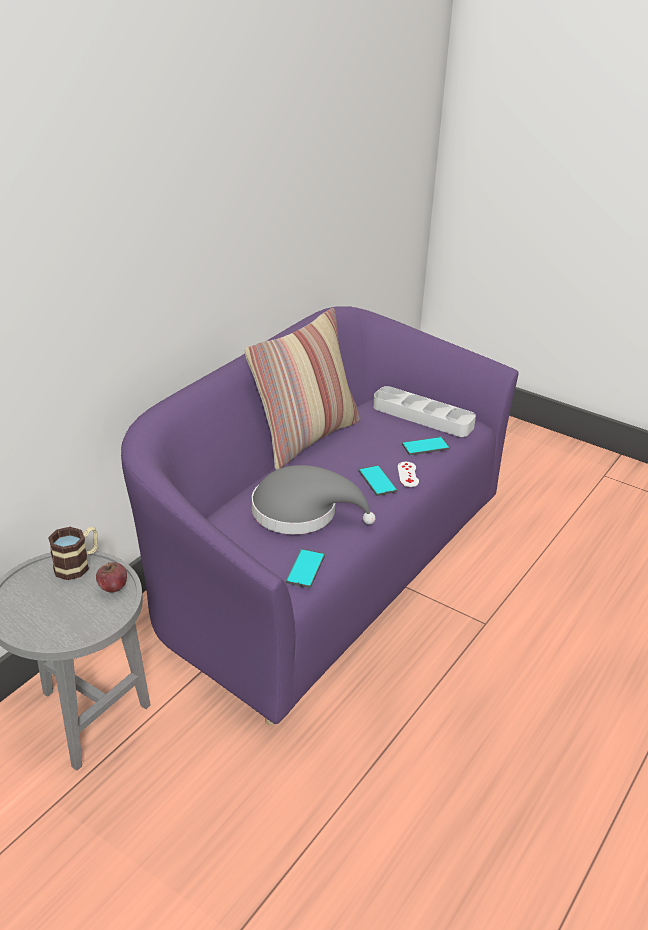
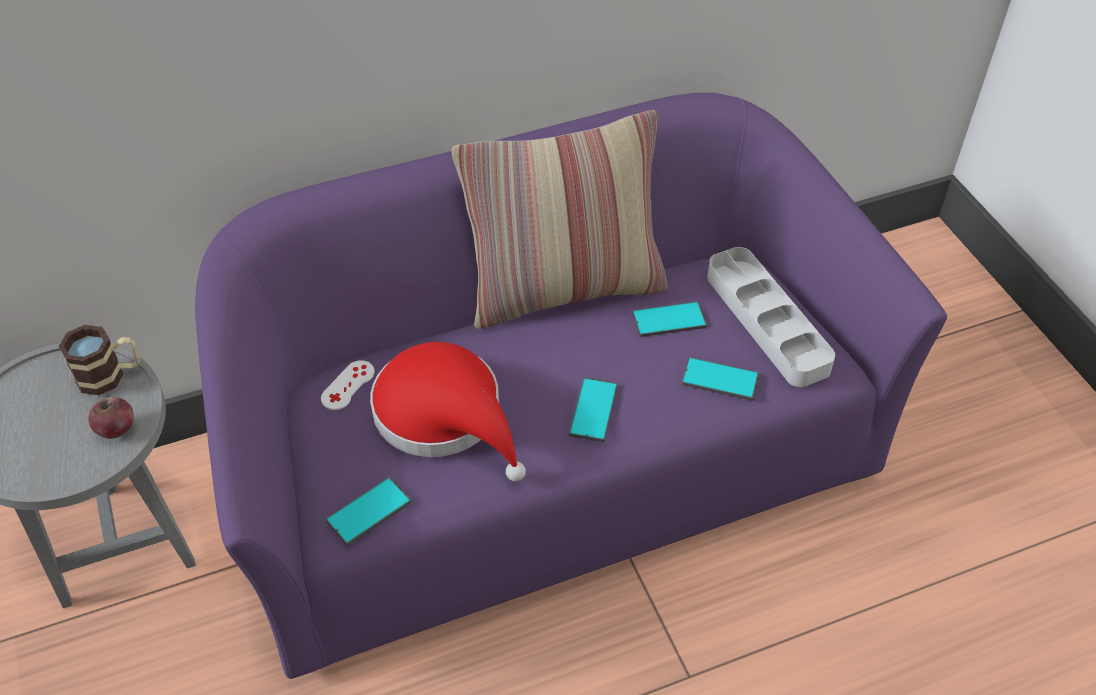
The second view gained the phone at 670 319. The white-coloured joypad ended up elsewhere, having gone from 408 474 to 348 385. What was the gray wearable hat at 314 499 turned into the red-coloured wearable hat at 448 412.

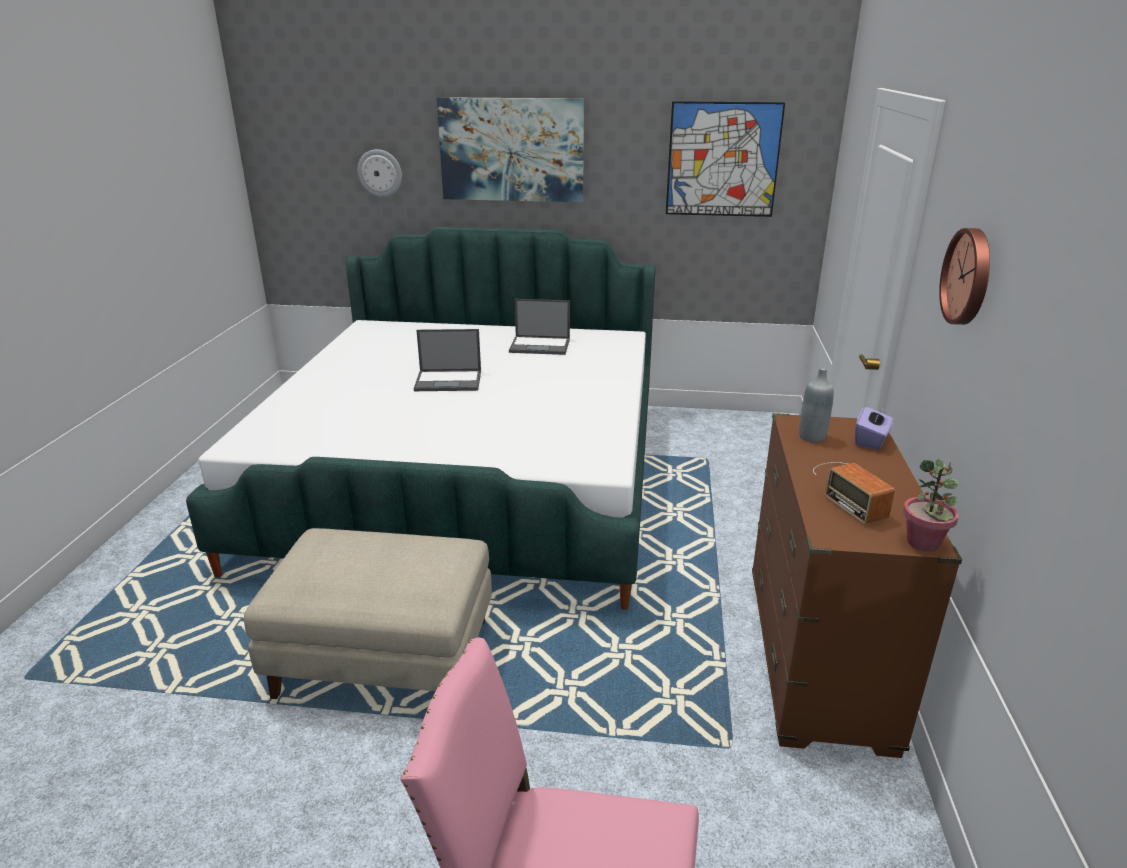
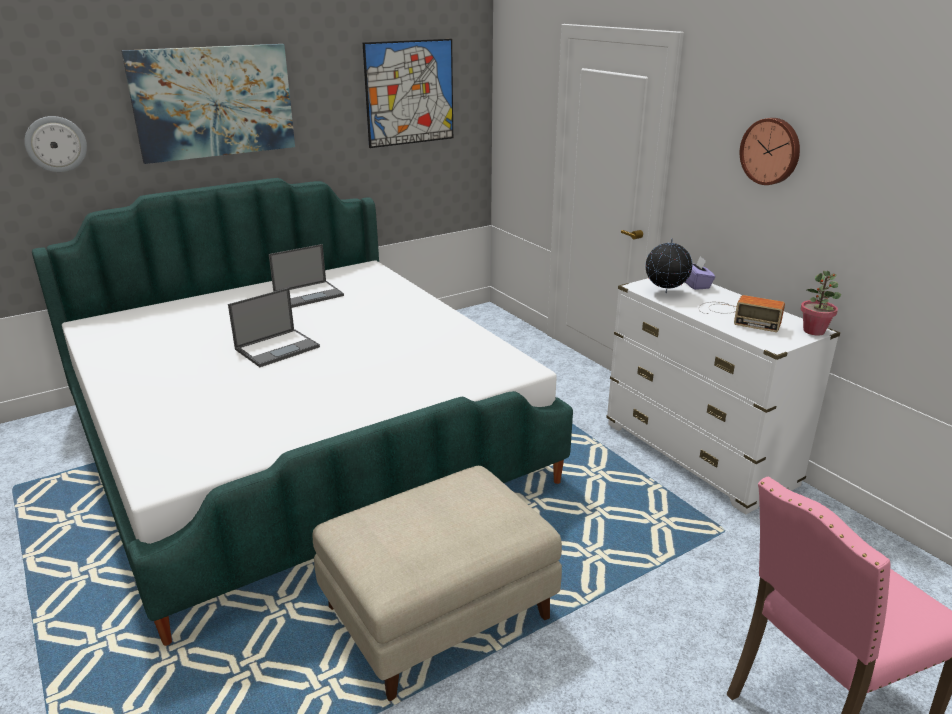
Where the gray bottle stood at 816 405, the globe came to stand at 668 265. What was the brown drawer chest at 857 585 turned into the white-coloured drawer chest at 723 396.

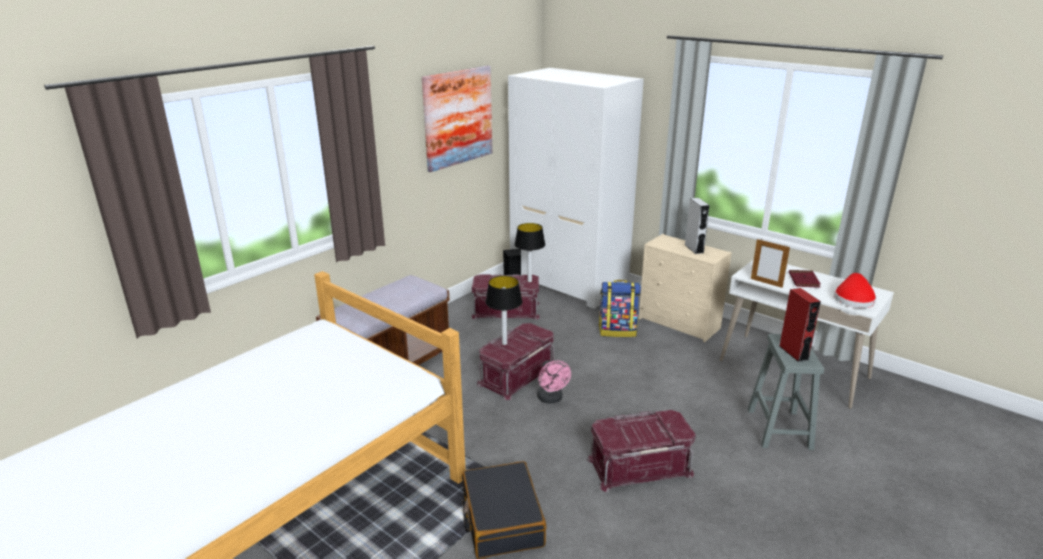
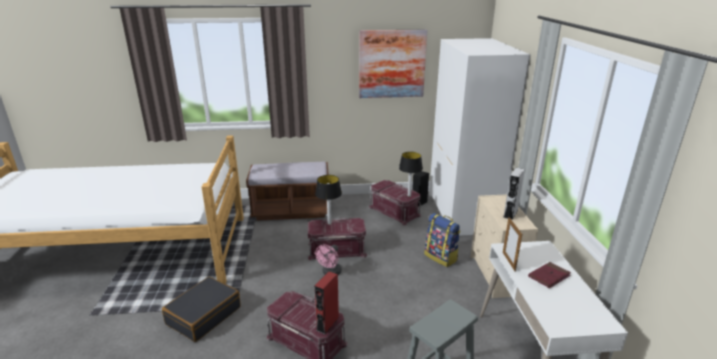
The second view lost the red-coloured wearable hat at 855 290. The red-coloured loudspeaker ended up elsewhere, having gone from 800 325 to 326 302.

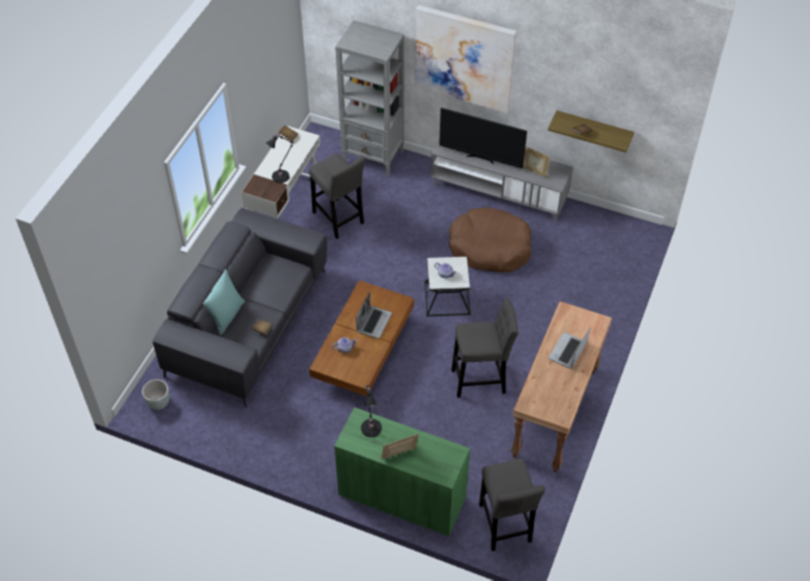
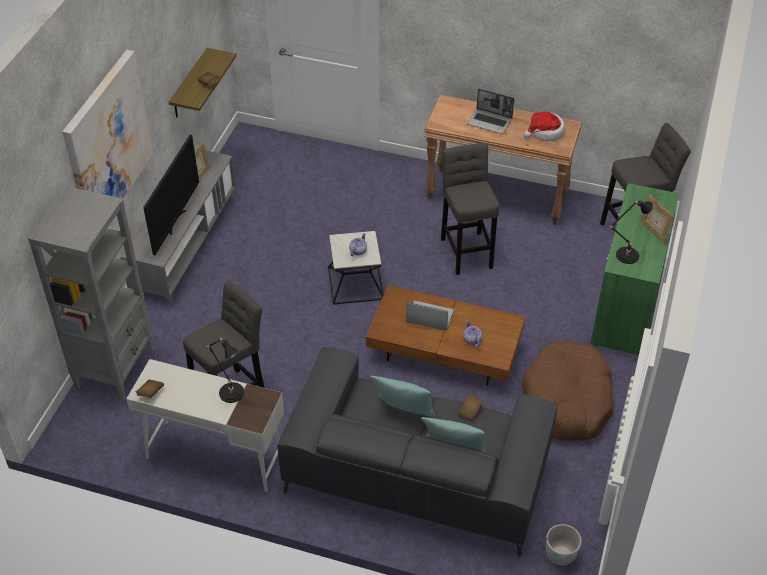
The second view gained the turquoise throw pillow at 402 396. The second view gained the wearable hat at 544 126. The brown dog bed ended up elsewhere, having gone from 490 240 to 567 391.

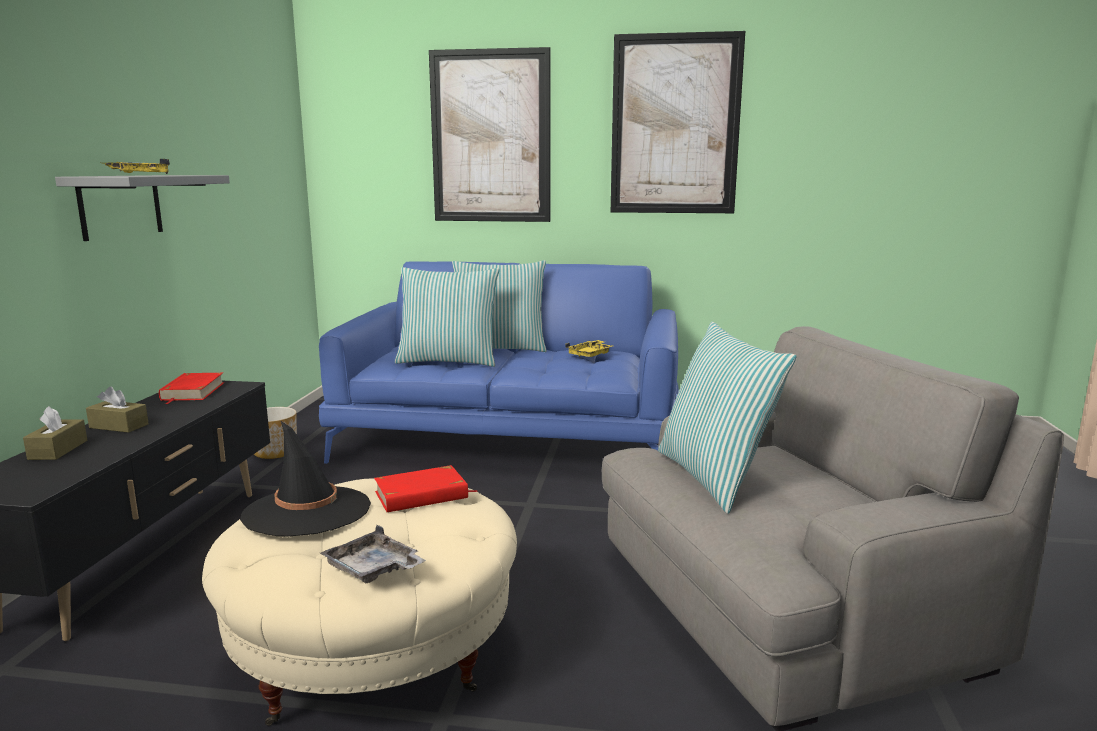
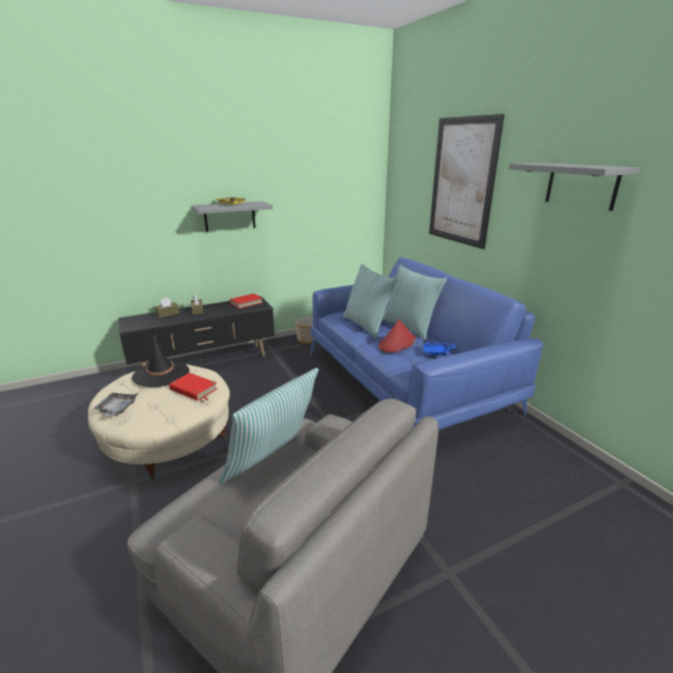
The second view gained the red-coloured wearable hat at 397 336. Where the wall art hung at 678 122, the gray shelf came to hang at 574 187. What was the yellow-coloured serving tray at 588 348 turned into the bluish serving tray at 439 347.

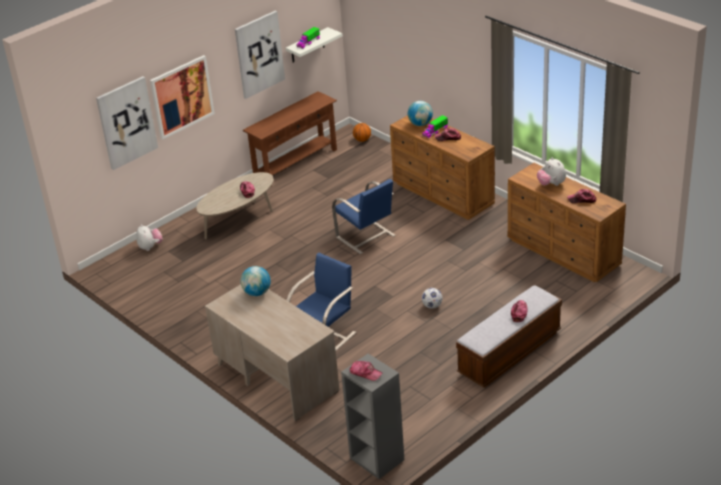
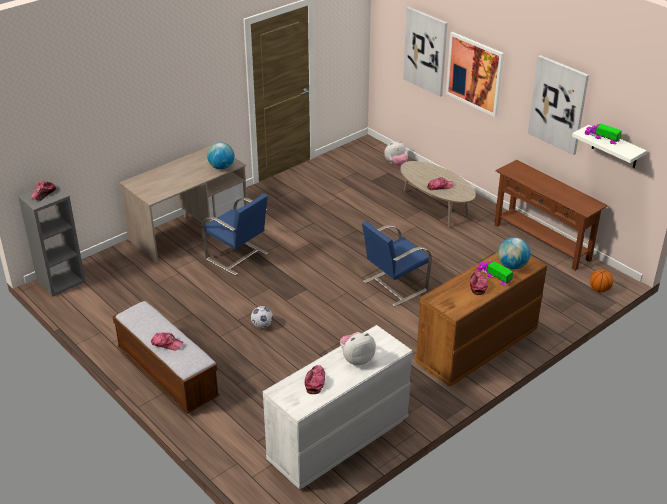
What was the brown drawer chest at 567 222 turned into the white-coloured drawer chest at 337 407.

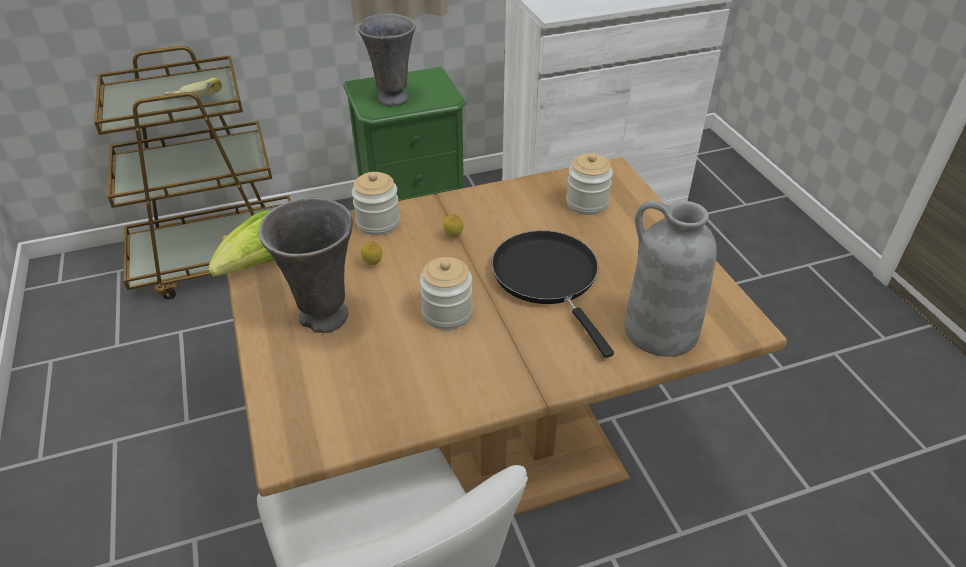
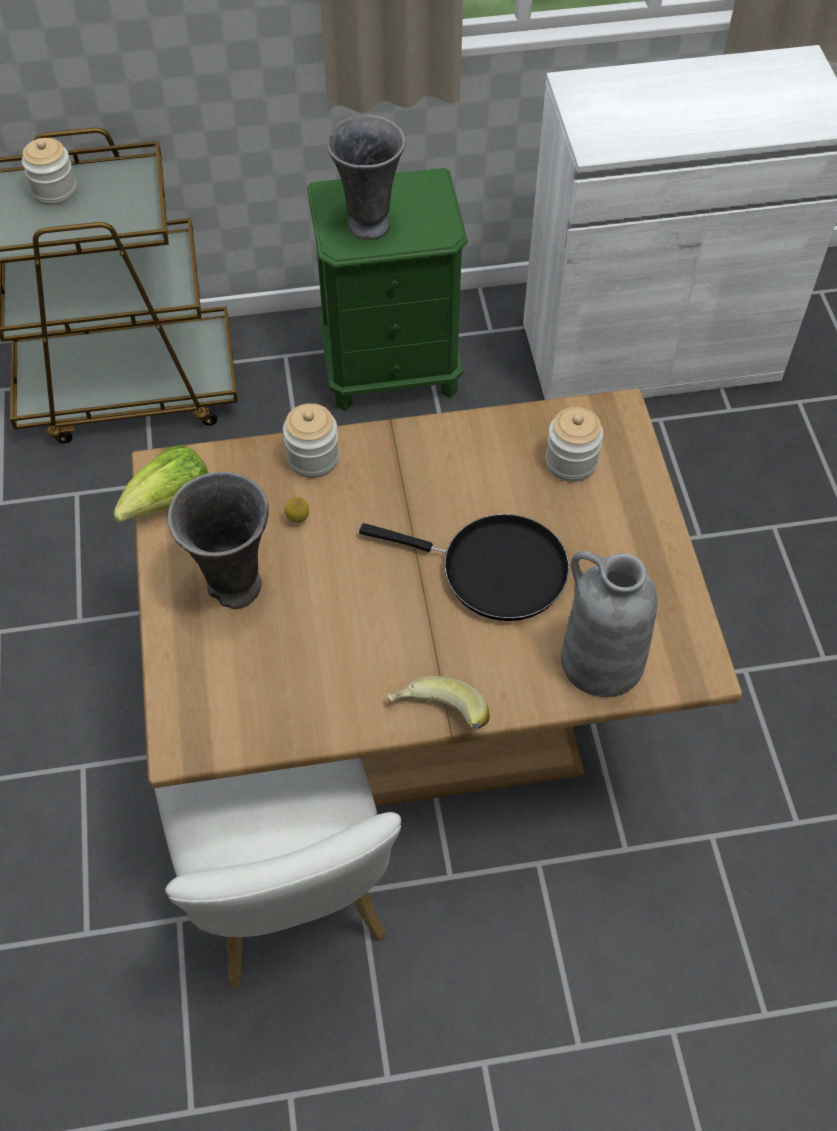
The second view lost the whole lemon at 453 226. The banana fruit ended up elsewhere, having gone from 193 88 to 438 703. The jar ended up elsewhere, having gone from 446 293 to 49 172. The black frying pan at 553 294 ended up facing another way, 120 degrees clockwise from before.

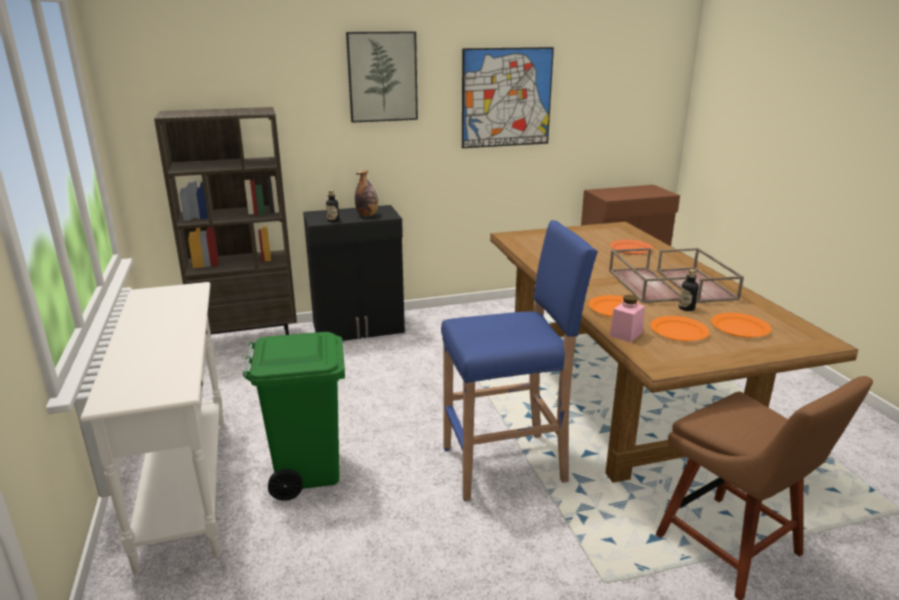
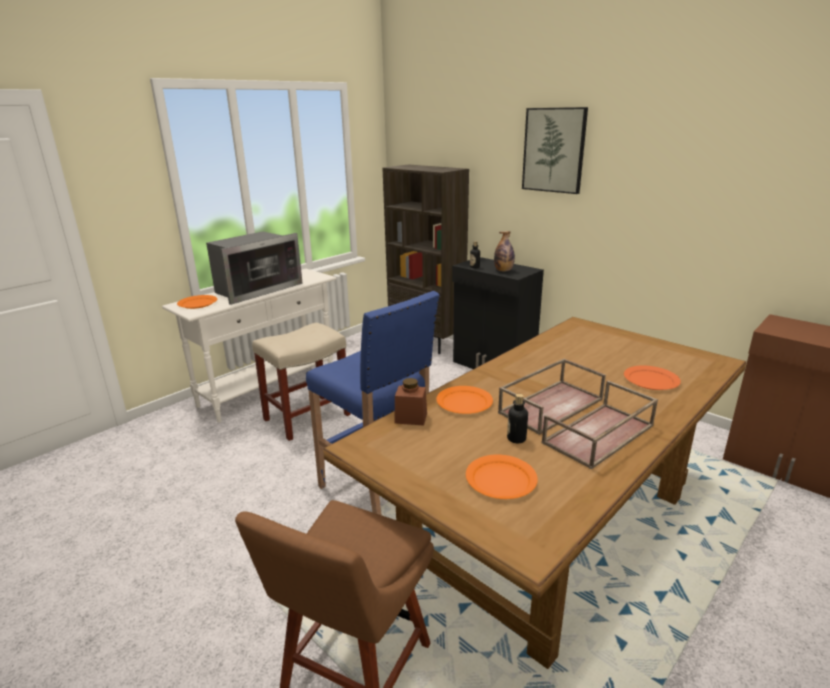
The second view lost the wall art at 508 97. The second view gained the kitchen microwave at 254 268. The orangey plate ended up elsewhere, having gone from 680 328 to 197 302. Where the greenish trash can stood at 294 416, the sand-coloured stool seat came to stand at 301 382. What was the pinkish jar at 627 319 turned into the brown jar at 410 401.

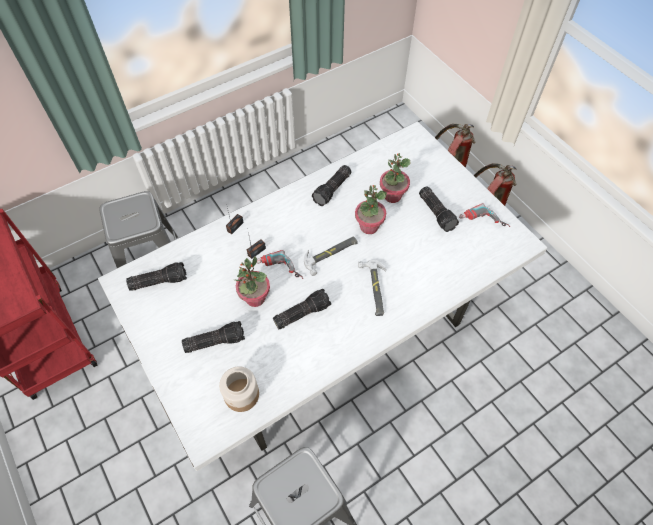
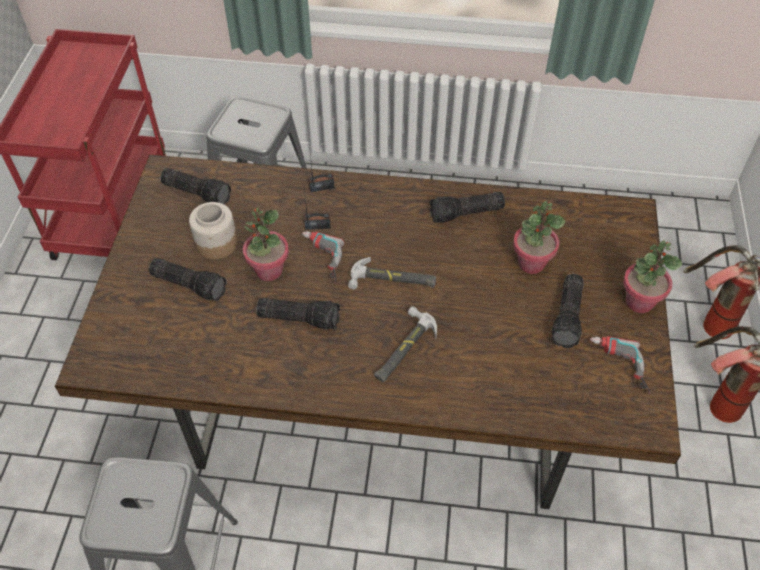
The jar ended up elsewhere, having gone from 239 389 to 213 231. The potted plant ended up elsewhere, having gone from 371 209 to 652 276. What was the white-coloured dinner table at 322 296 turned into the brown dinner table at 368 332.

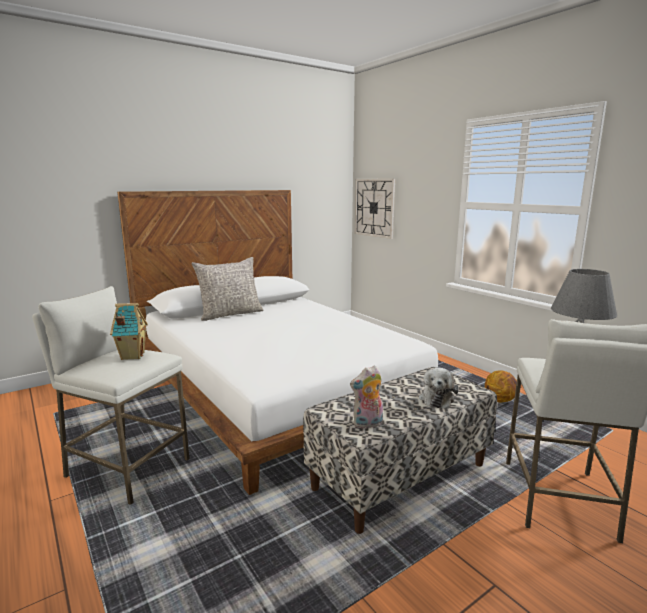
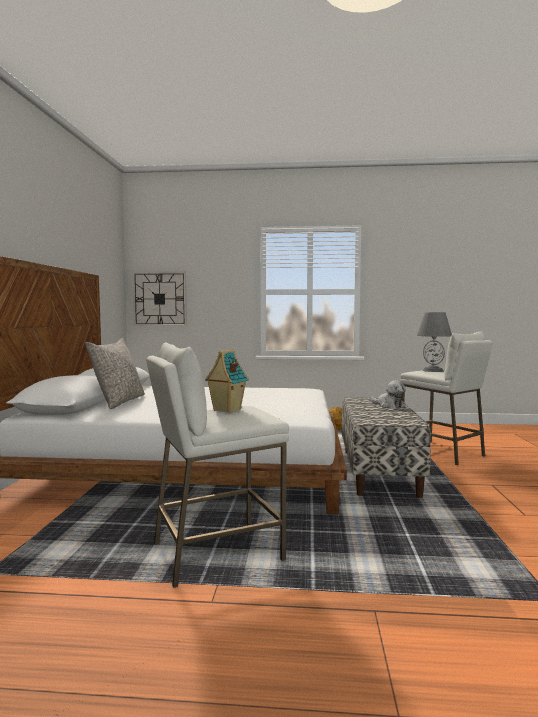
The second view lost the cuddly toy at 366 397.

